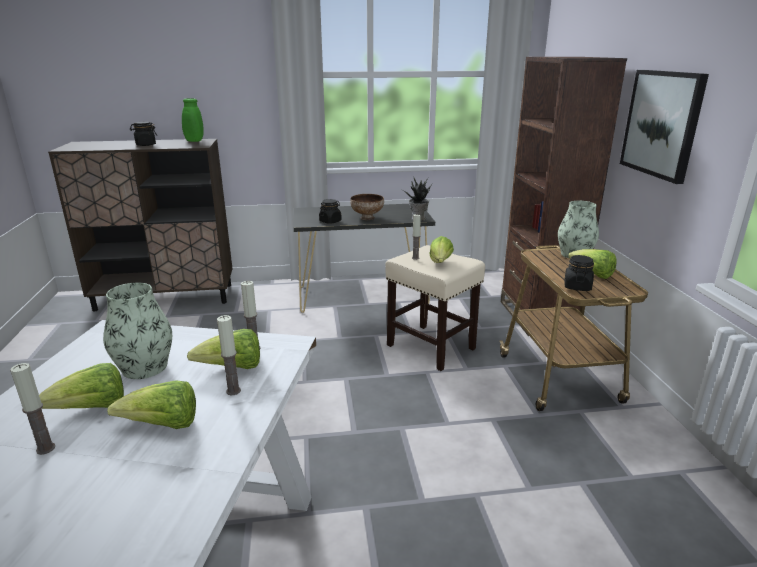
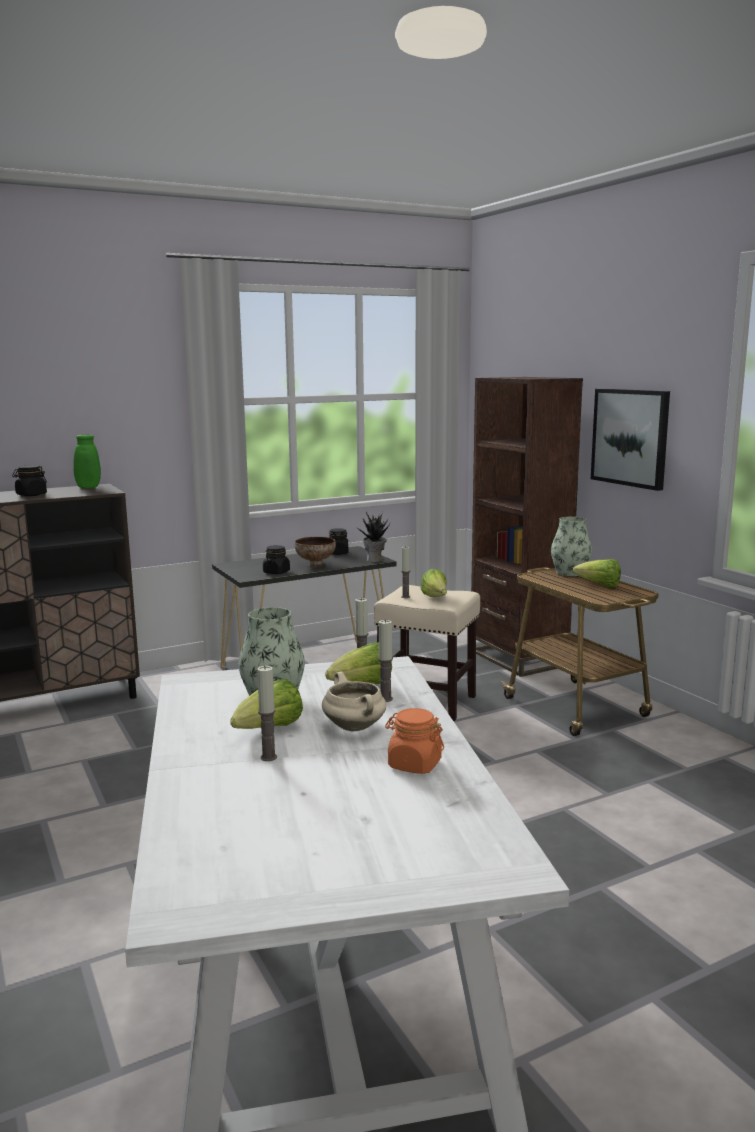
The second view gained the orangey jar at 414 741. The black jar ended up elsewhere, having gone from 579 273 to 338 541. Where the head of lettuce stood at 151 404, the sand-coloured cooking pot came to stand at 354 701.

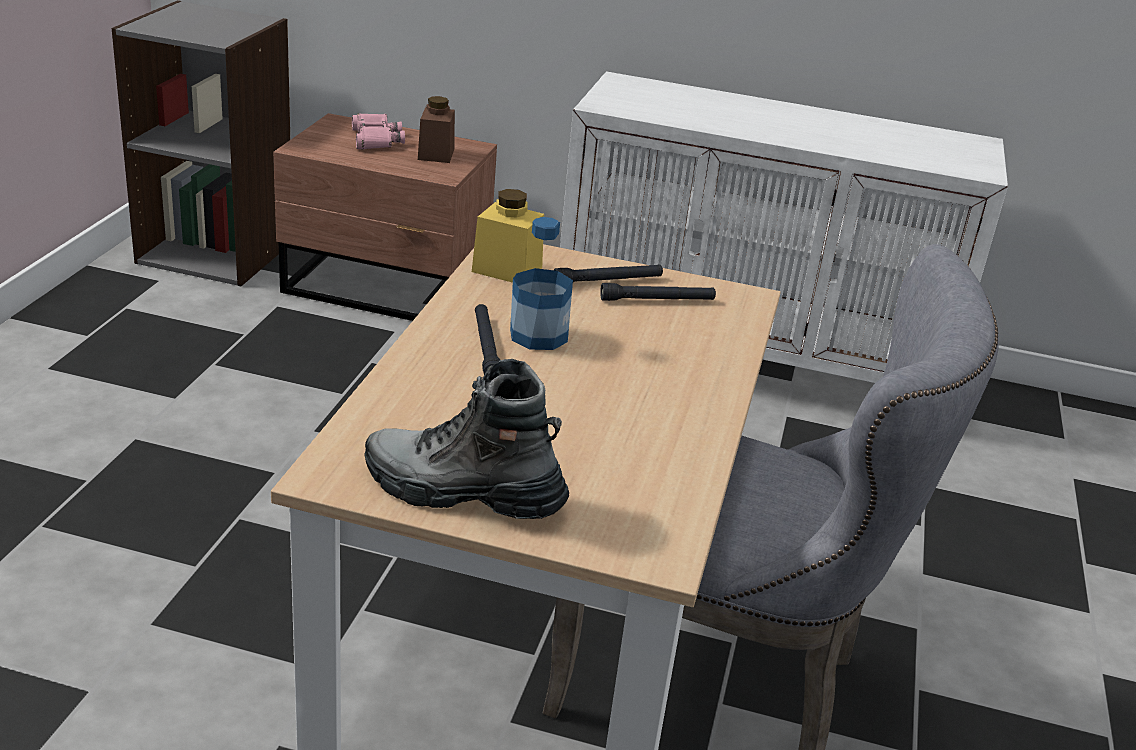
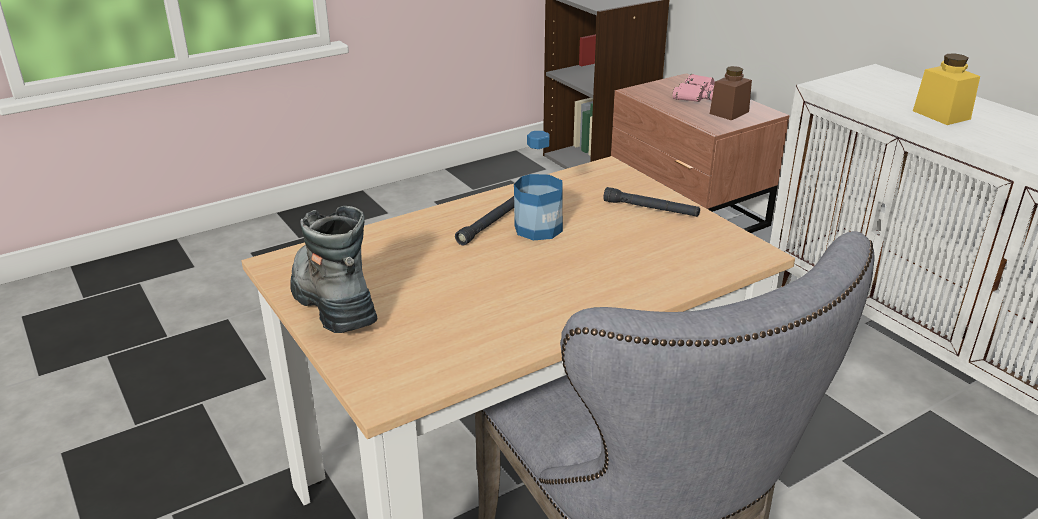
The second view lost the black hand torch at 658 292. The yellow-coloured jar ended up elsewhere, having gone from 508 236 to 946 89.

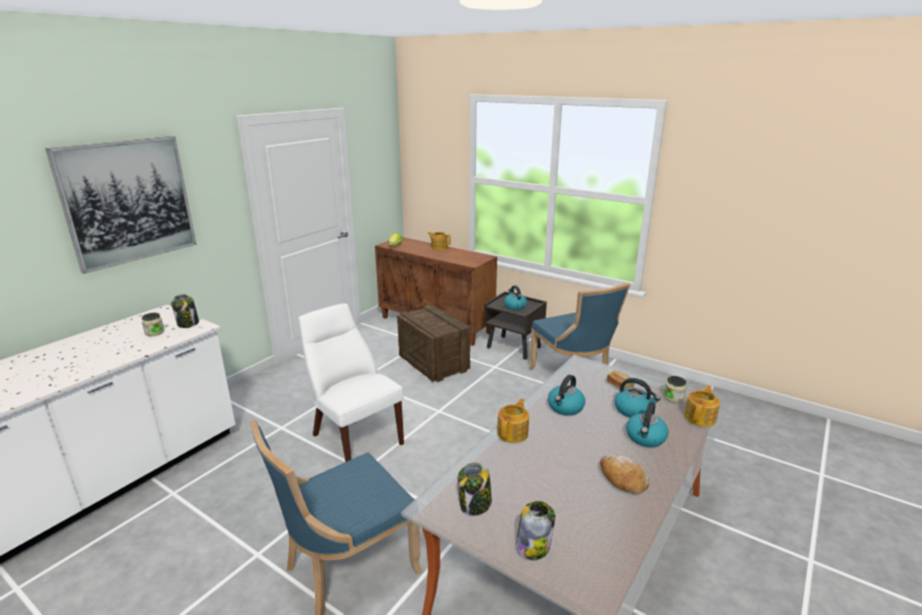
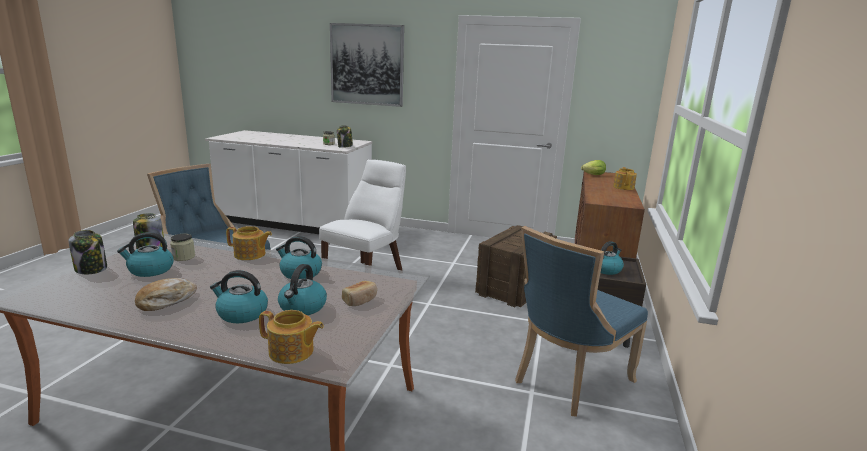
The second view gained the tea kettle at 145 254. The jar ended up elsewhere, having gone from 675 389 to 182 247.

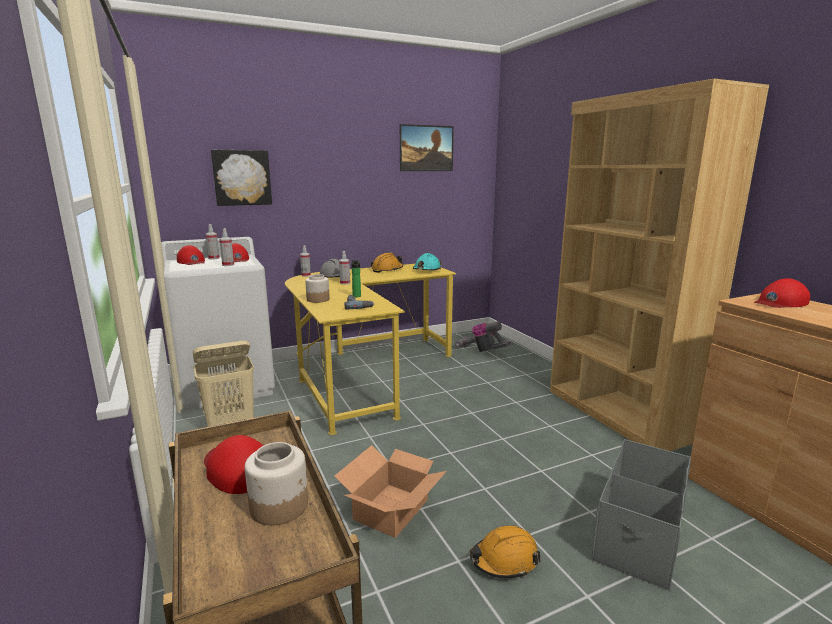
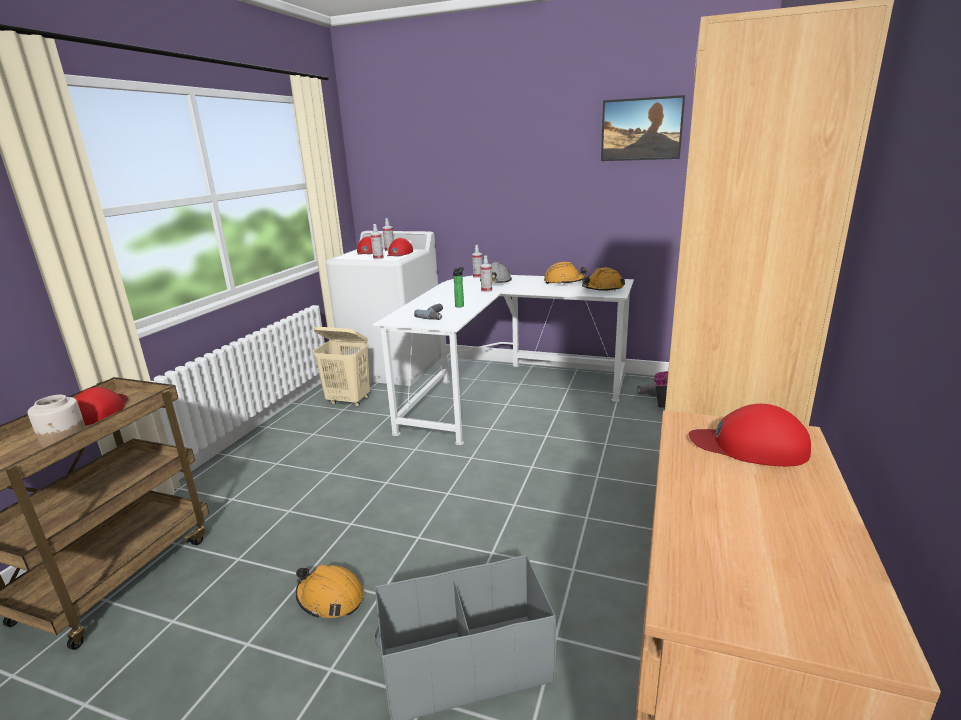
The second view lost the wall art at 241 178. The second view lost the jar at 317 288. The second view lost the carton at 391 491. What was the yellow-coloured desk unit at 370 349 turned into the white-coloured desk unit at 503 360. What was the turquoise safety helmet at 427 261 turned into the orangey safety helmet at 603 279.

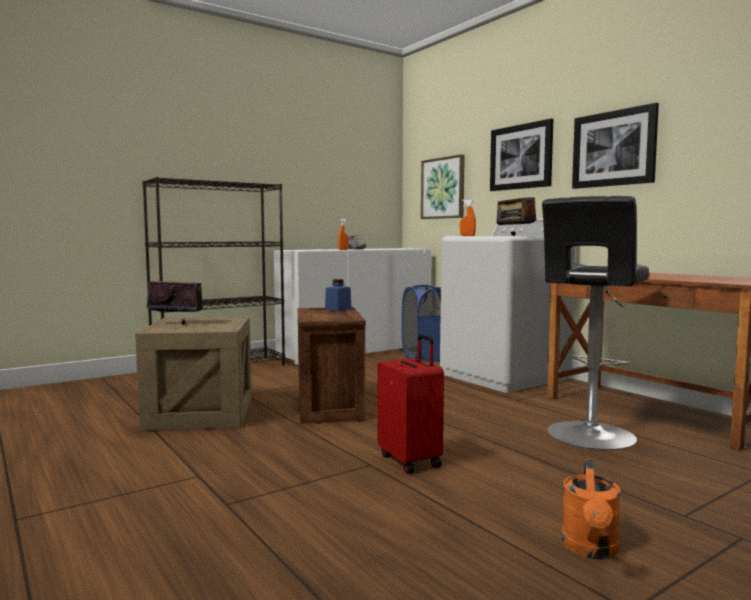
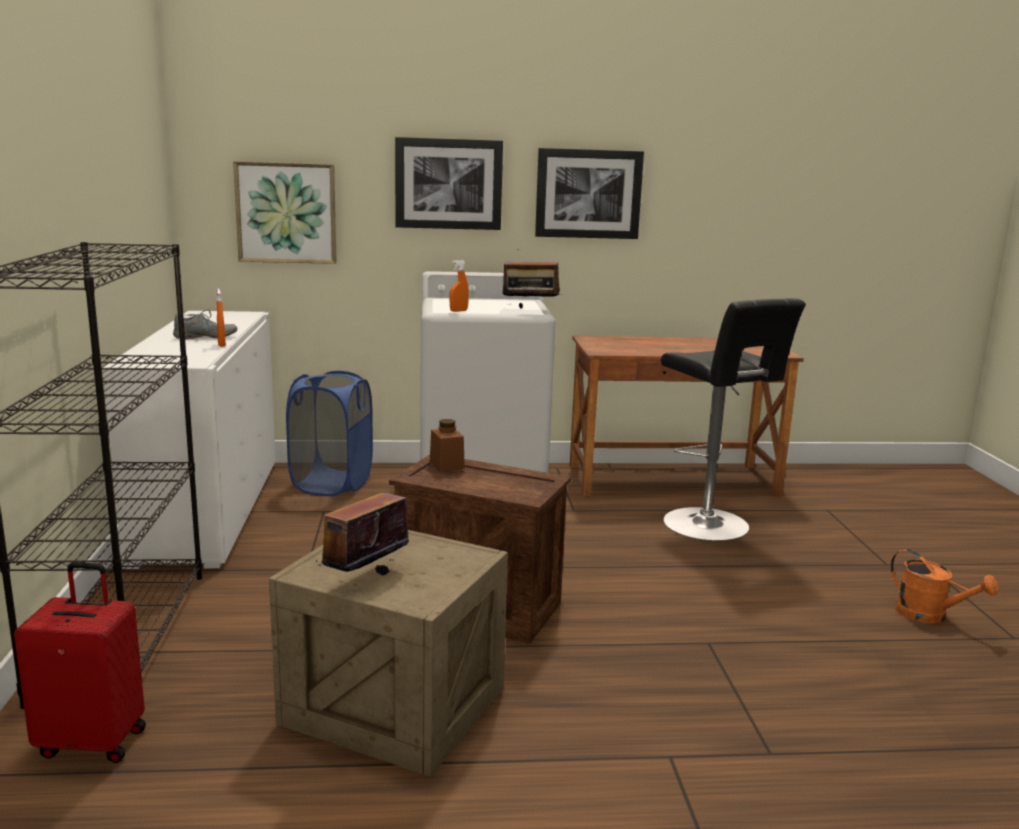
The red-coloured suitcase ended up elsewhere, having gone from 410 404 to 80 662. What was the bluish jar at 338 295 turned into the brown jar at 447 445.

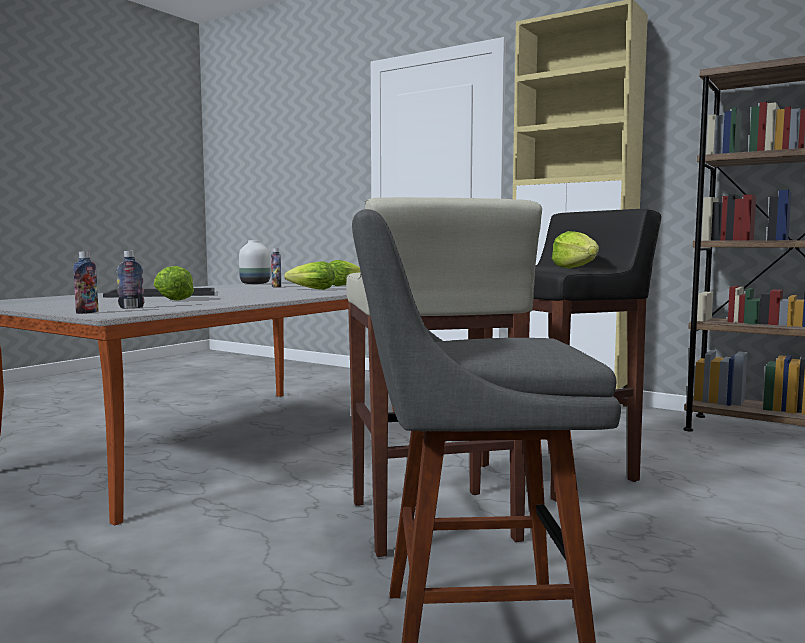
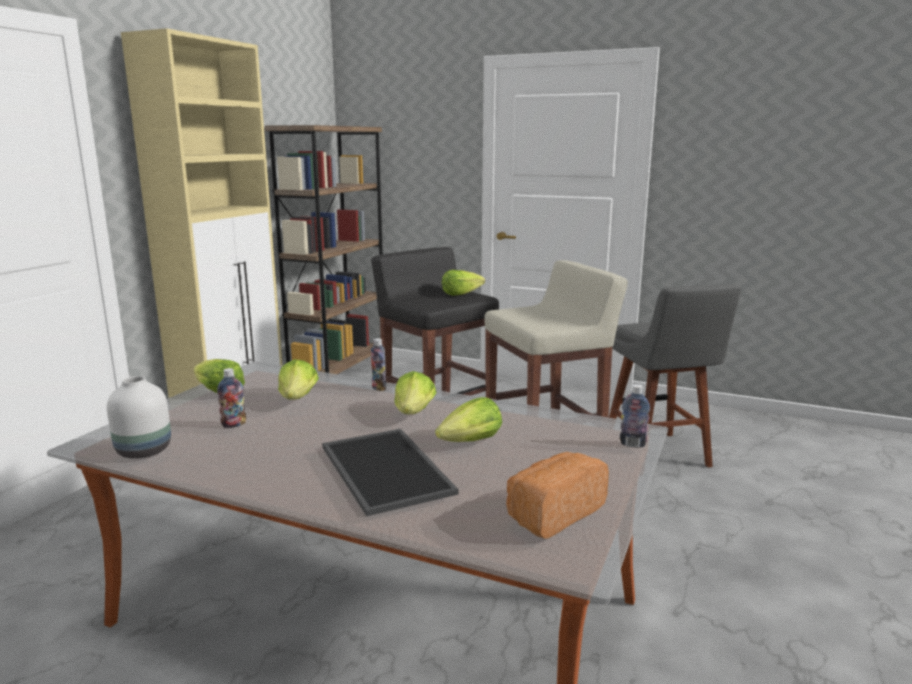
The second view gained the head of lettuce at 415 392. The second view gained the bread at 557 495. The bottle ended up elsewhere, having gone from 130 279 to 378 364.

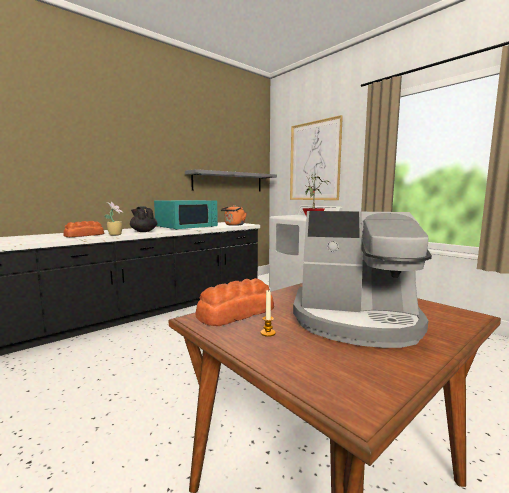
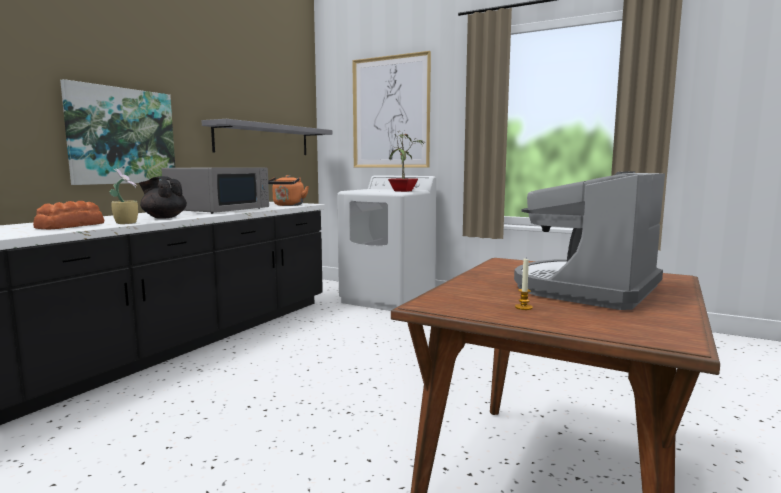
The second view lost the bread at 234 302. The second view gained the wall art at 117 132. What was the turquoise kitchen microwave at 186 215 turned into the gray kitchen microwave at 215 191. The coffee machine at 362 279 ended up facing another way, 135 degrees clockwise from before.

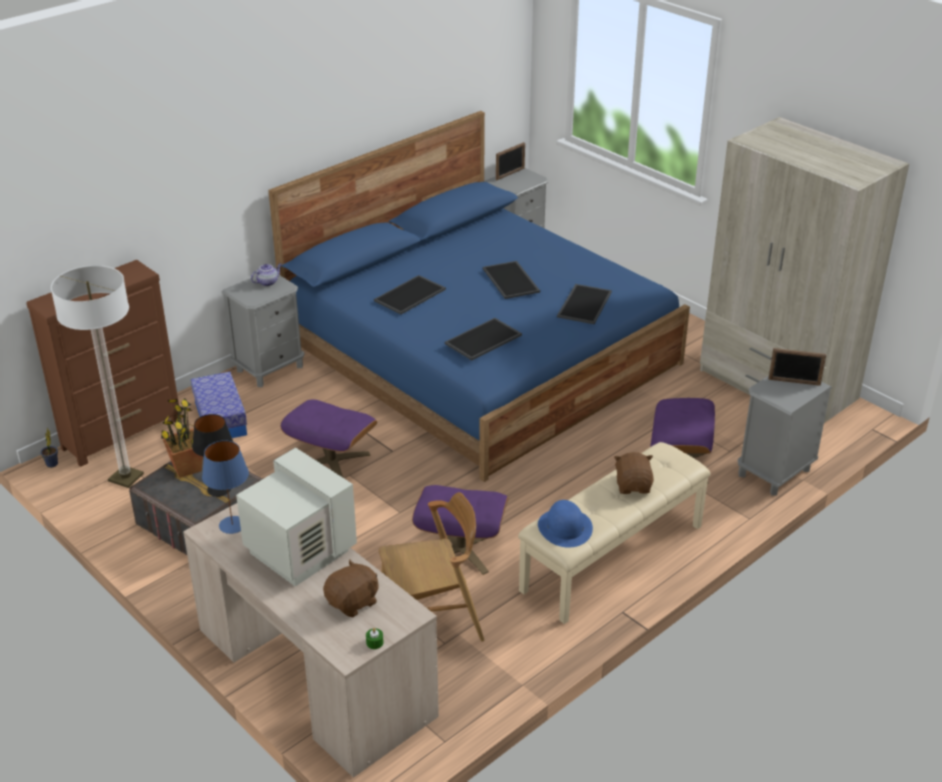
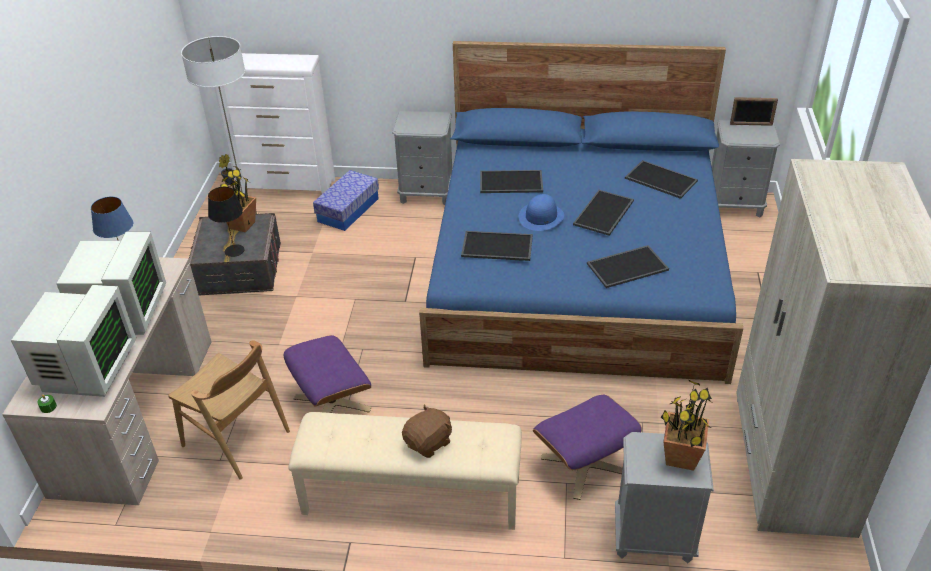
The second view lost the pot for tea at 266 274. The second view lost the purple-coloured footrest at 328 438. The second view gained the serving tray at 661 179. The bluish wearable hat ended up elsewhere, having gone from 565 524 to 541 212. Where the brown cuddly toy stood at 351 588, the computer display came to stand at 73 341. Where the standing frame stood at 797 367, the potted plant came to stand at 687 425. What was the brown drawer chest at 104 363 turned into the white-coloured drawer chest at 279 123.

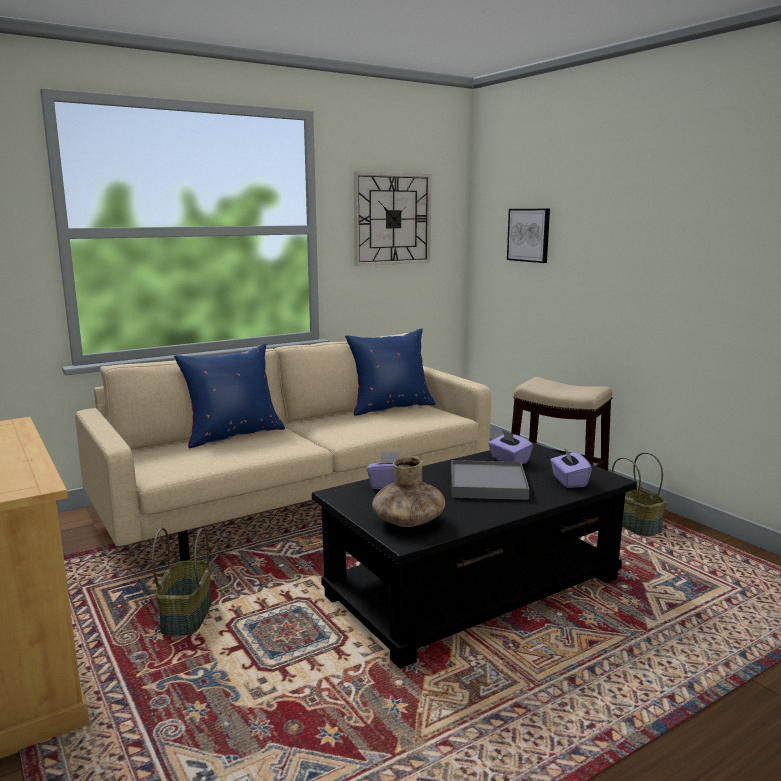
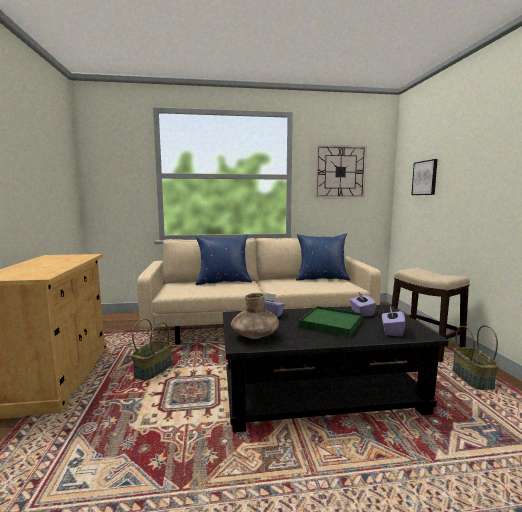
What was the gray serving tray at 490 480 turned into the greenish serving tray at 331 321.

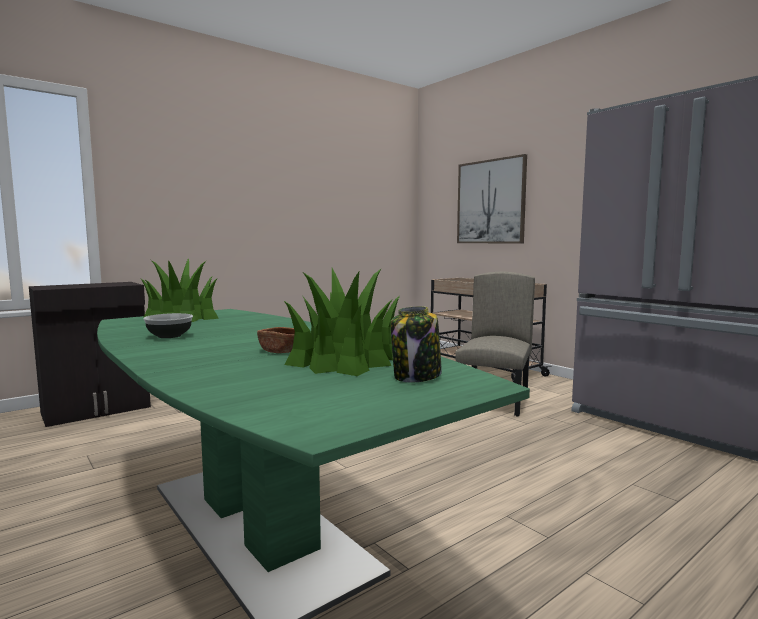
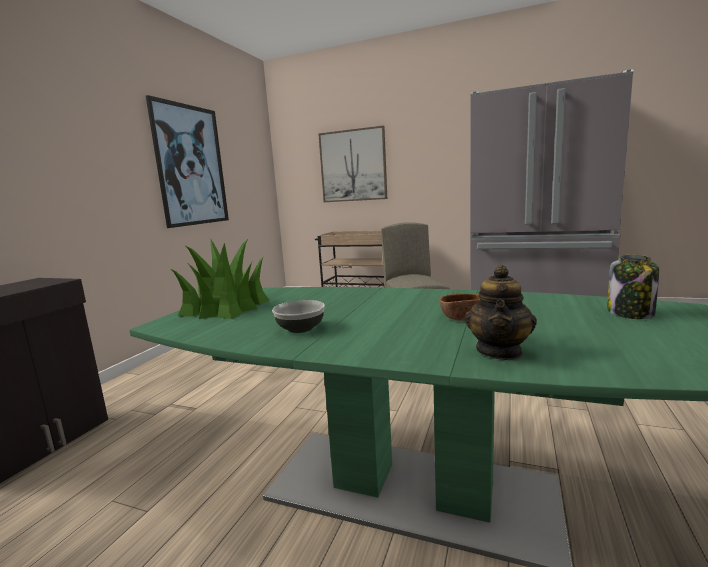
The second view lost the potted plant at 341 322. The second view gained the wall art at 187 161. The second view gained the pot for tea at 501 312.

